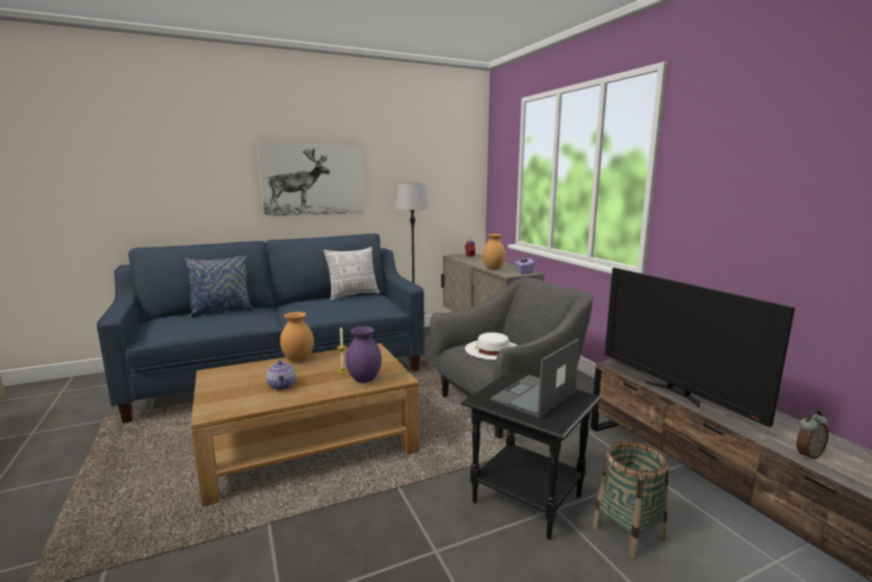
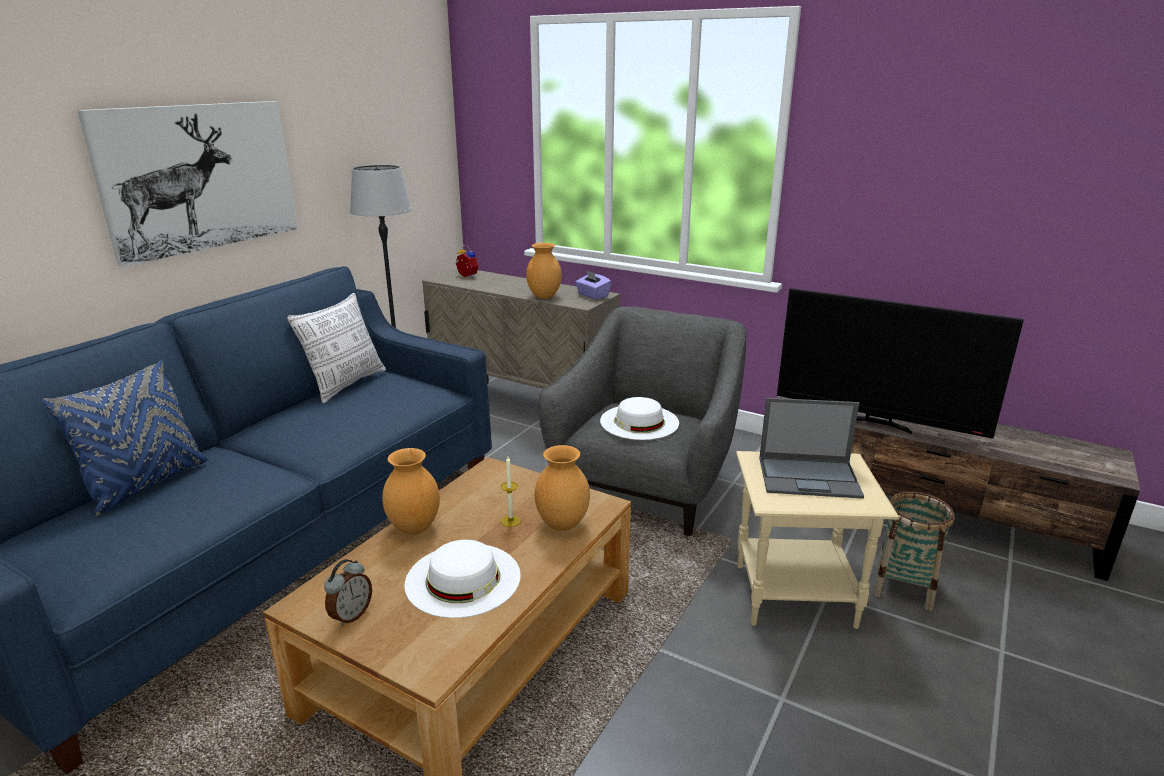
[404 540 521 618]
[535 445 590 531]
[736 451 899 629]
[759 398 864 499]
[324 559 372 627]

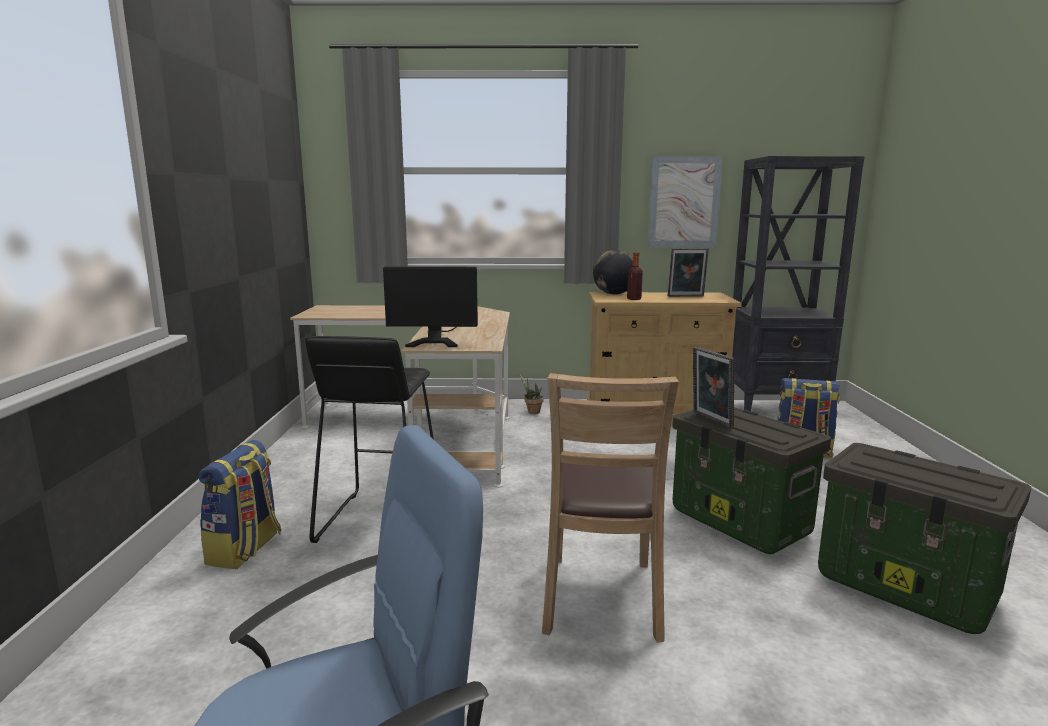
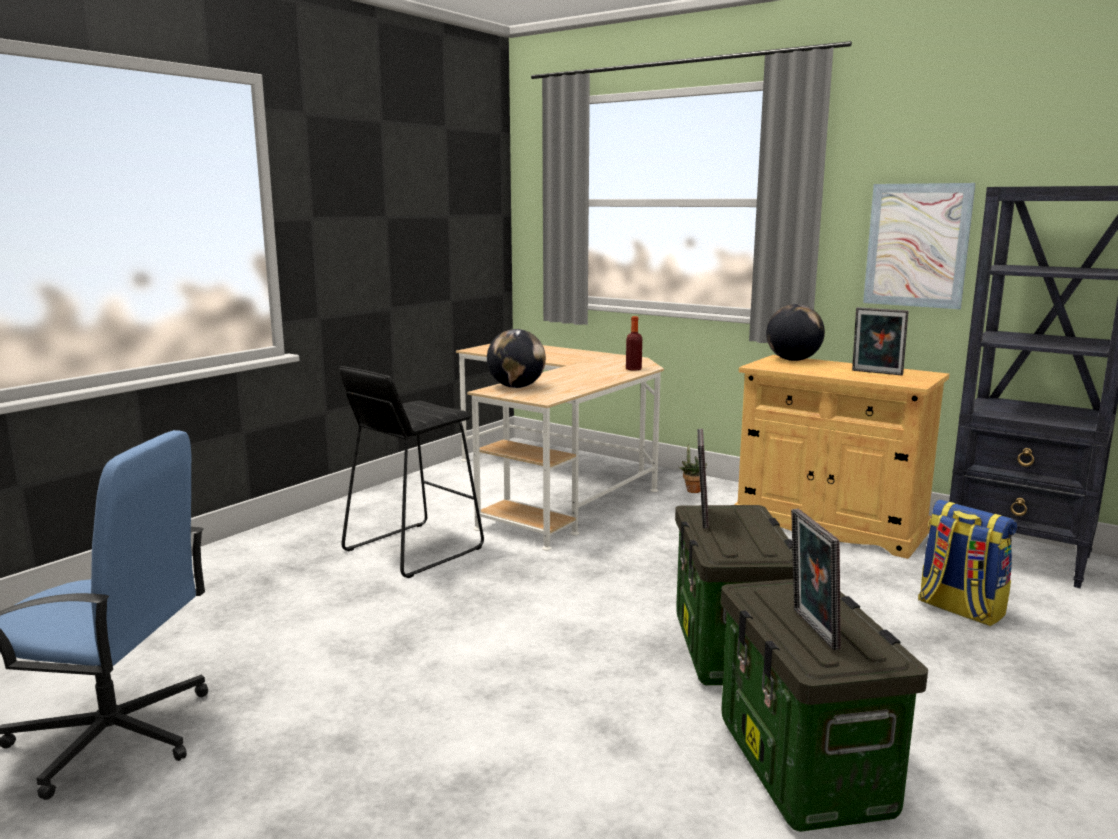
[199 440 281 569] (first image)
[487 329 546 388]
[542 373 679 643] (first image)
[626 316 642 371]
[791 509 841 650]

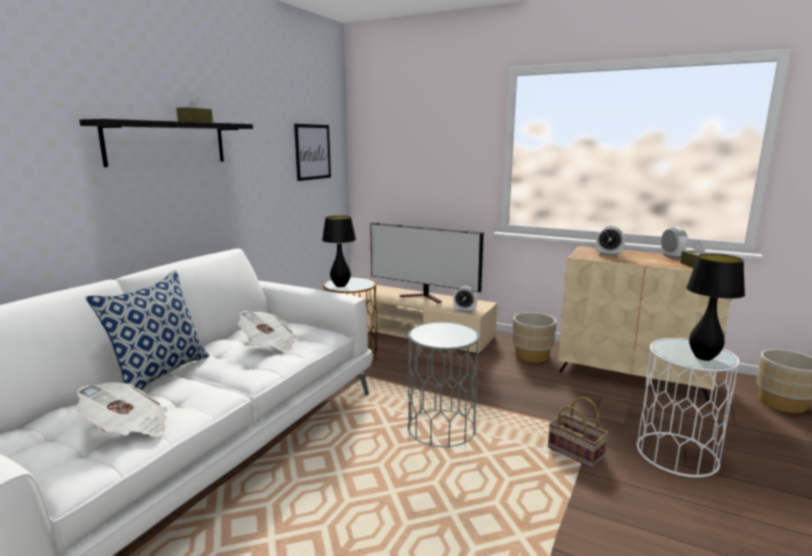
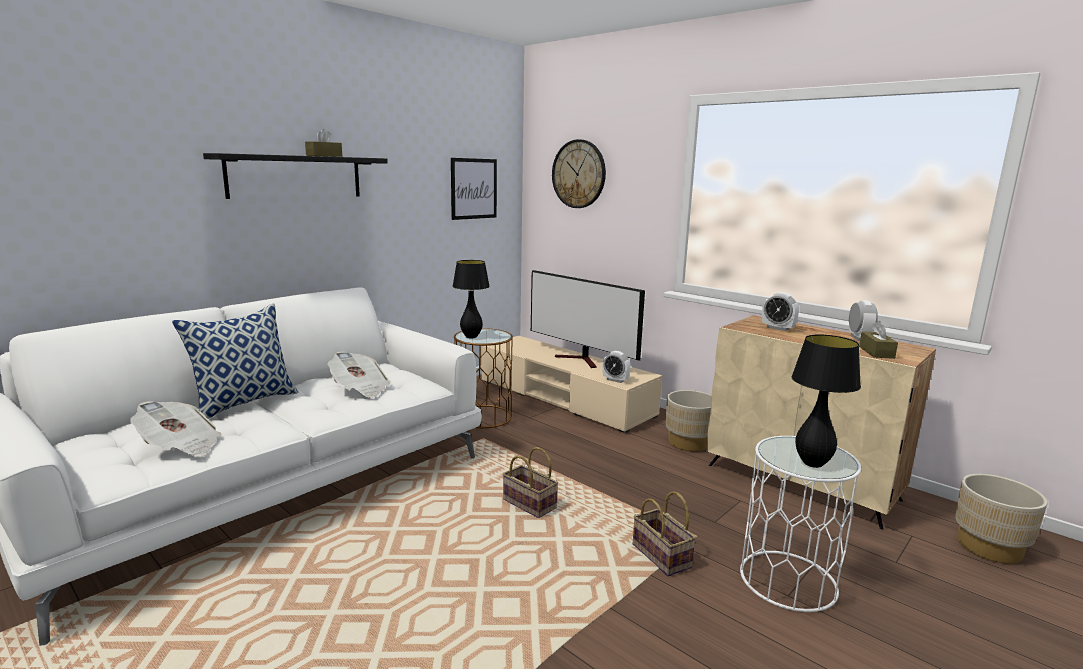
[503 447 558 518]
[552 139 606 208]

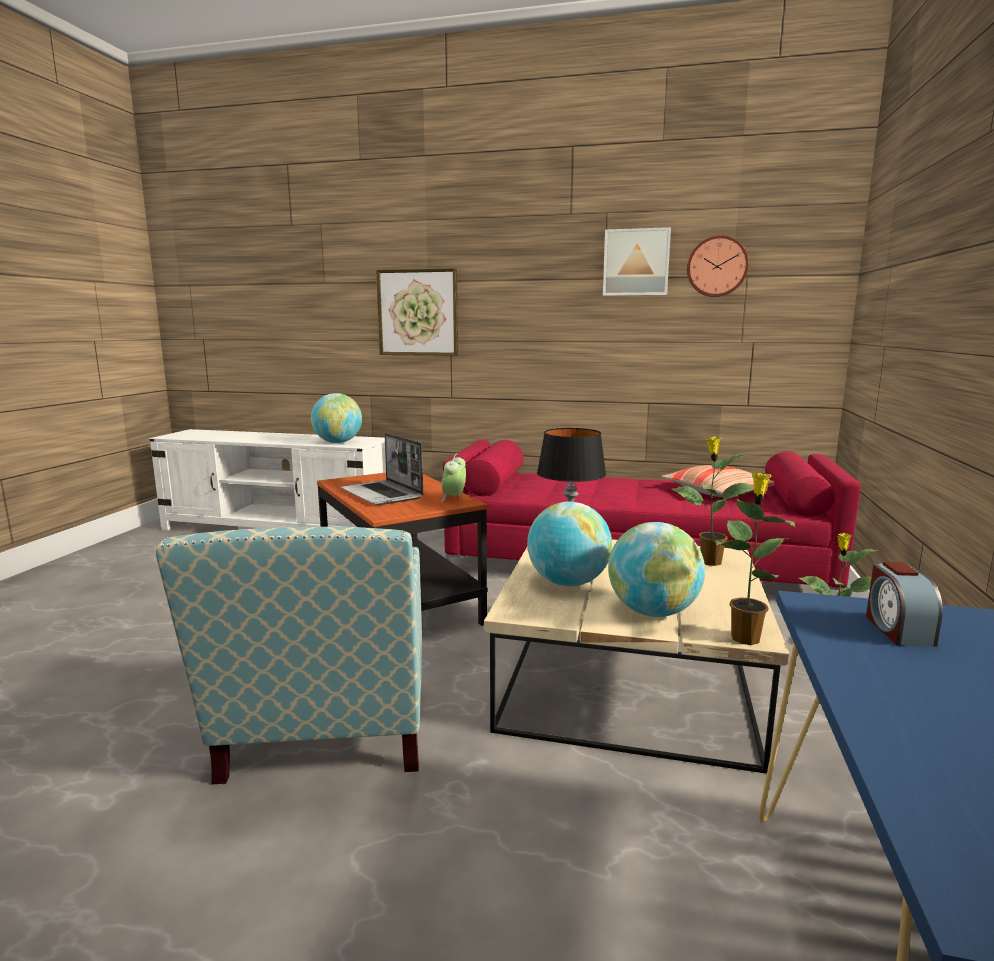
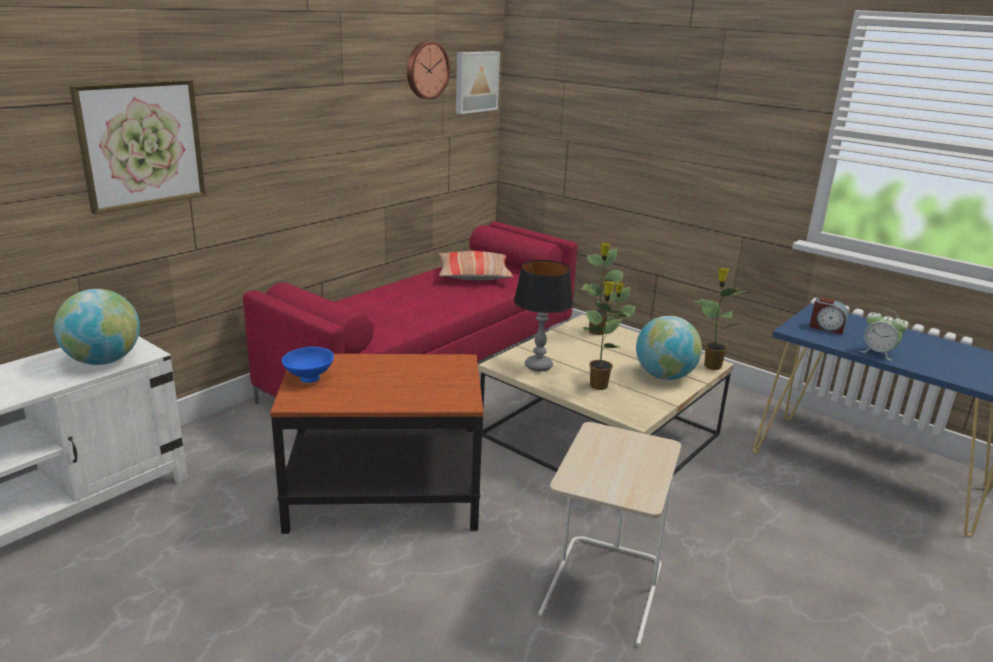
[538 422 681 646]
[341 433 423 505] (first image)
[860 310 907 361]
[583 281 630 390]
[456 51 500 114]
[282 347 334 383]

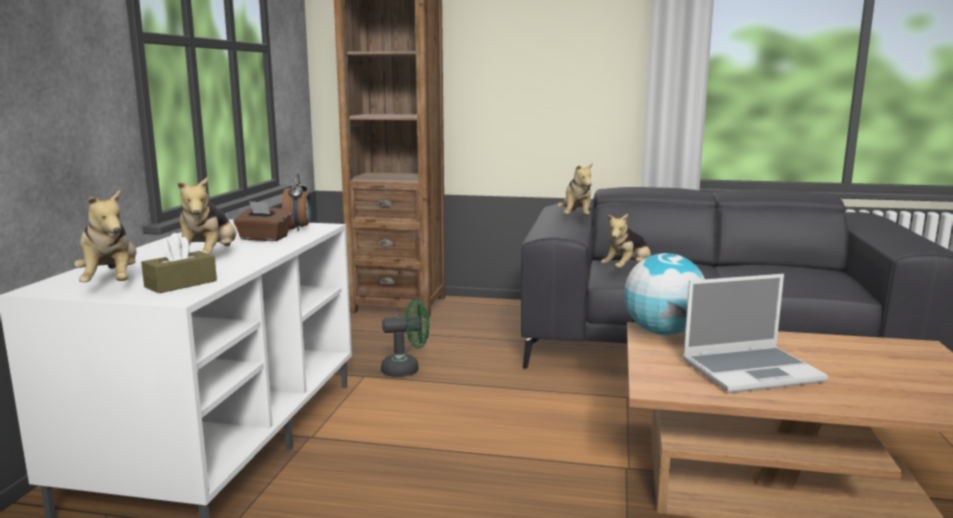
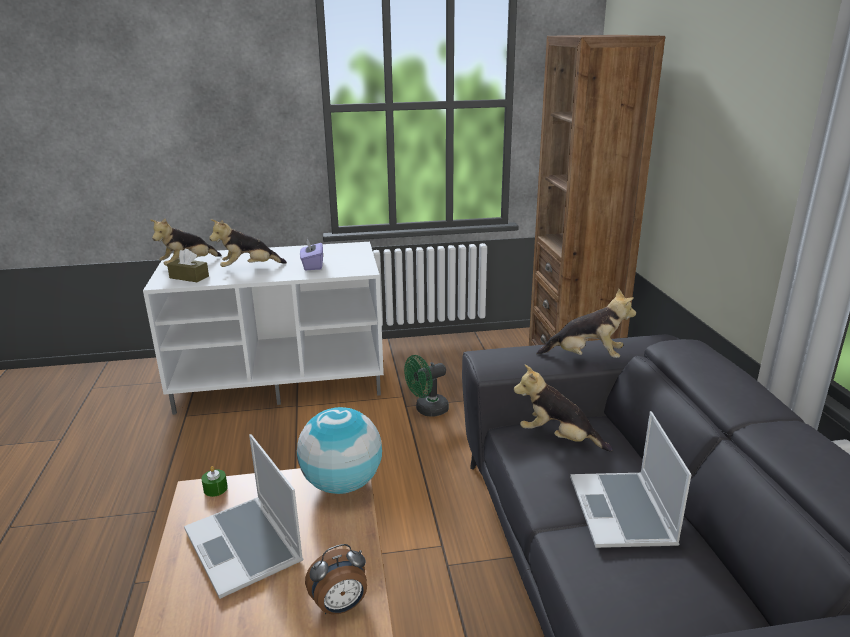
[300 238 323 270]
[305 544 367 614]
[404 355 449 416]
[536 289 636 358]
[201 466 228 497]
[570 411 692 548]

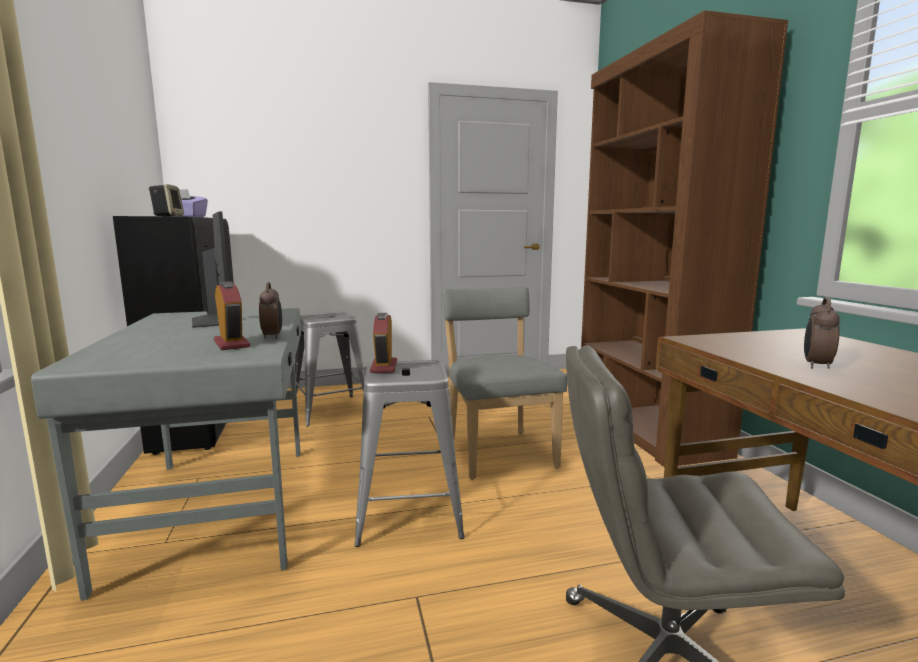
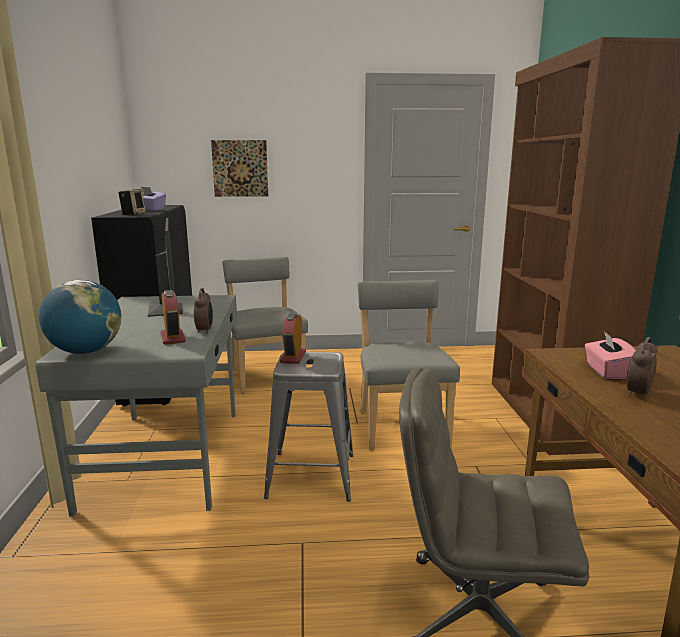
[223 257 308 394]
[39 280 121 354]
[211 140 268 197]
[585 331 636 379]

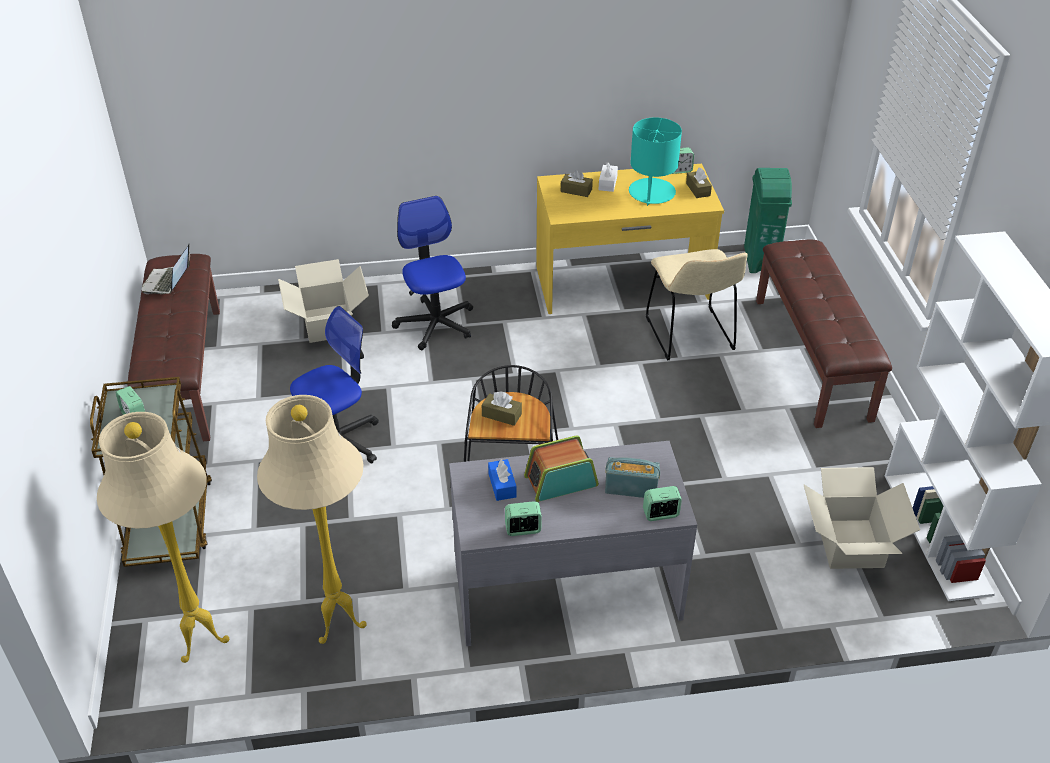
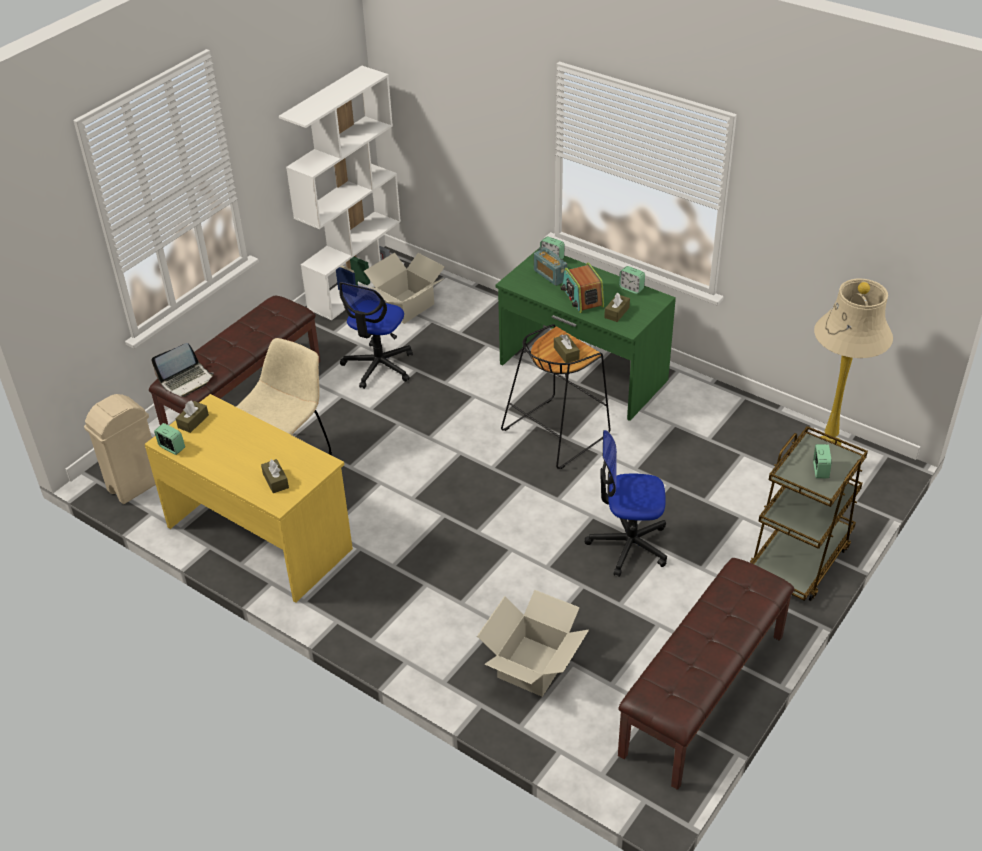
[151 343 214 397]
[257 395 367 644] (first image)
[339 282 413 389]
[496 248 676 421]
[604 293 630 322]
[560 262 604 313]
[599 162 618 192] (first image)
[629 117 682 206] (first image)
[84 394 156 504]

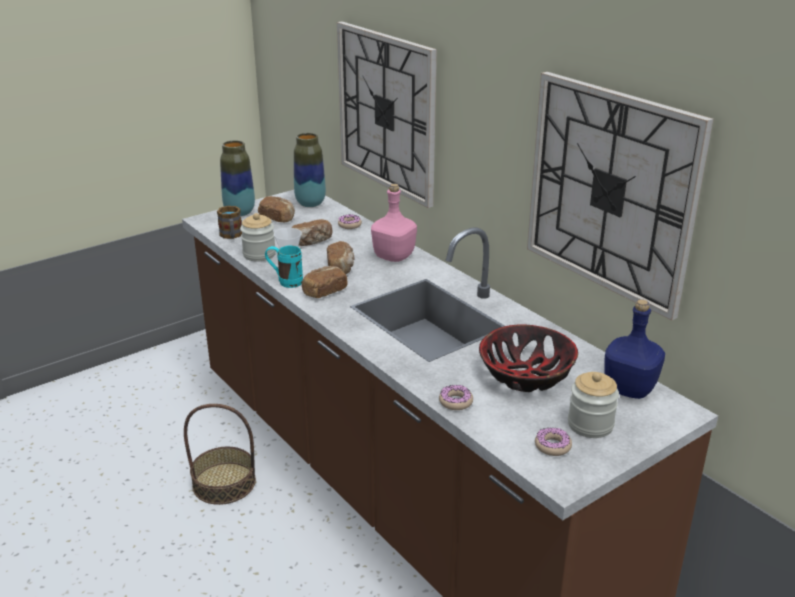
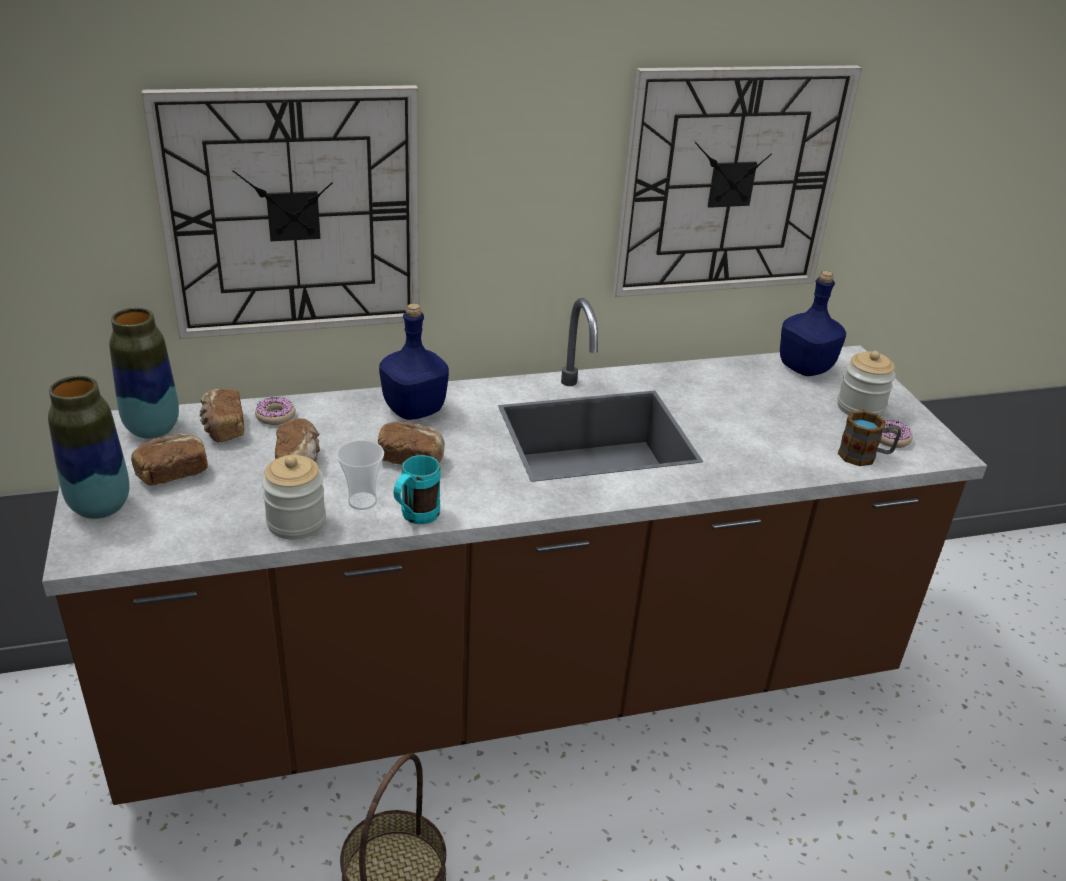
[837 410 901 466]
[200 389 244 443]
[379 303 449 420]
[439 385 473 410] (first image)
[479 324 578 392] (first image)

